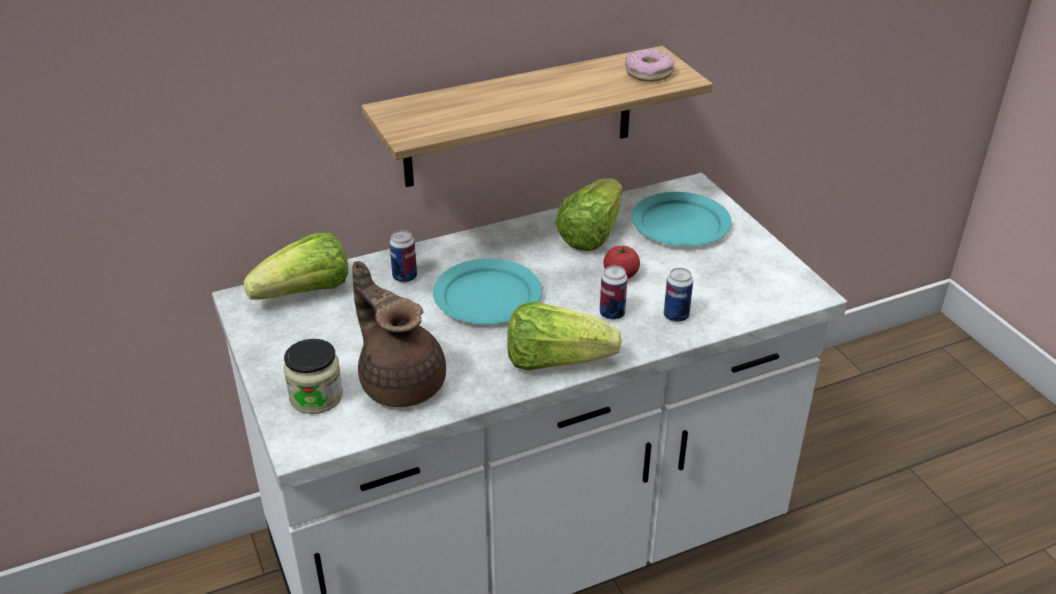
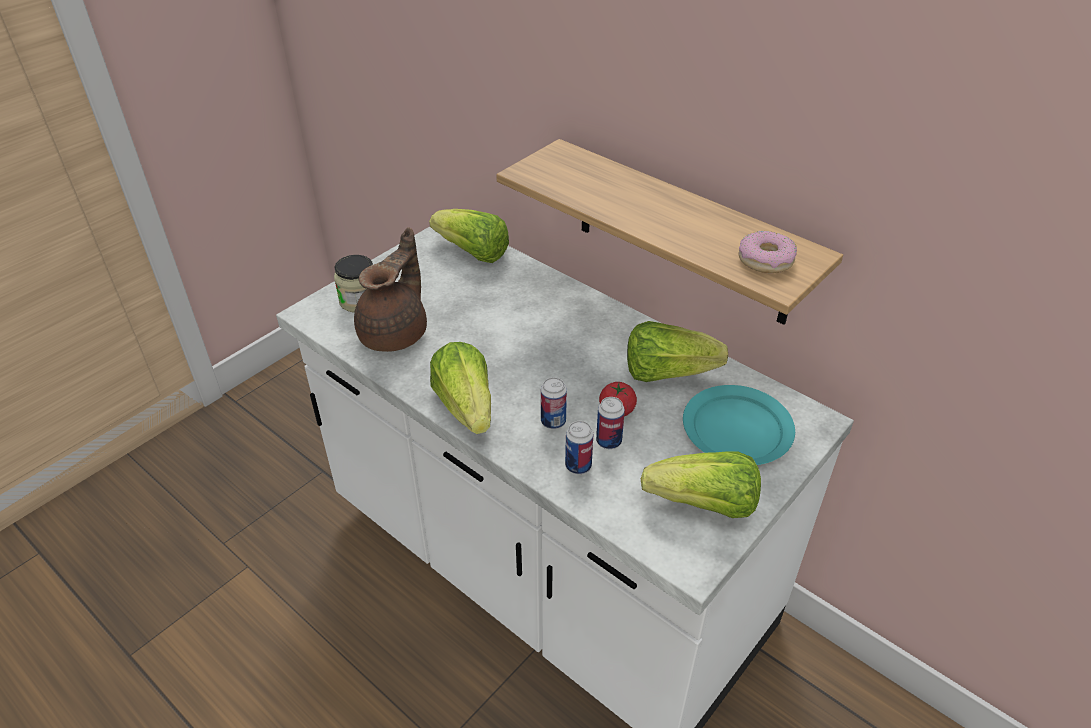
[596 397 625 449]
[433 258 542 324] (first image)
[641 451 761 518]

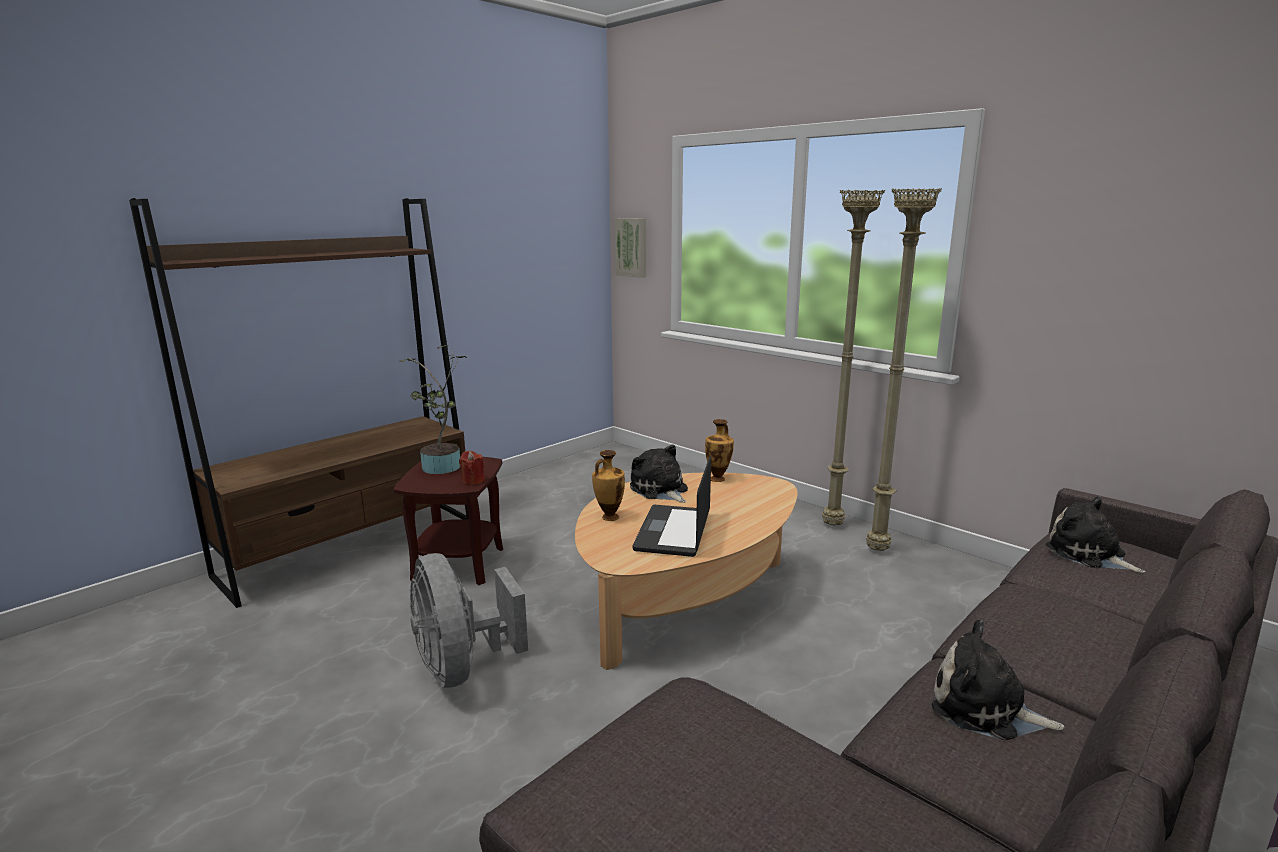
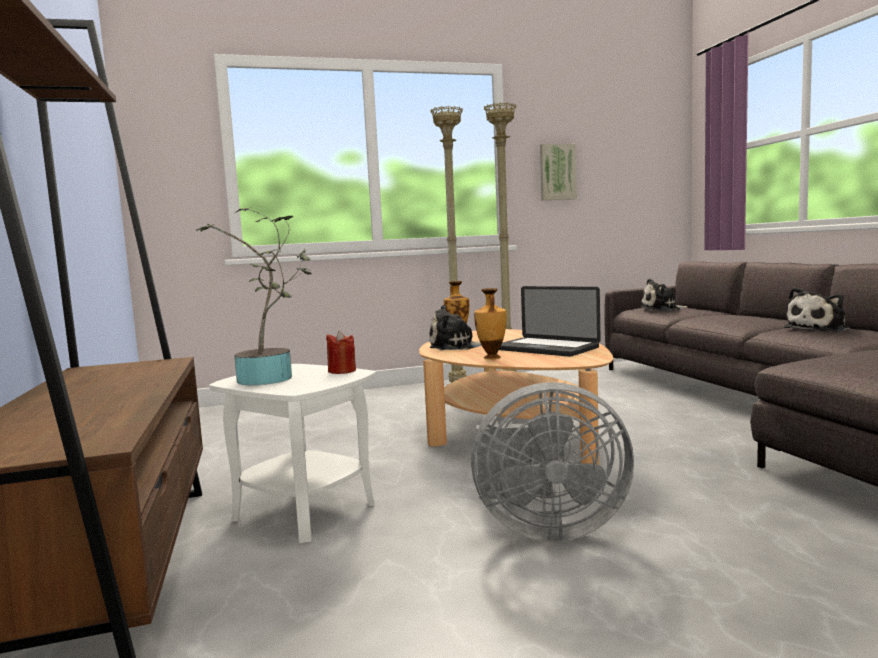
[209 364 376 543]
[540 144 577 200]

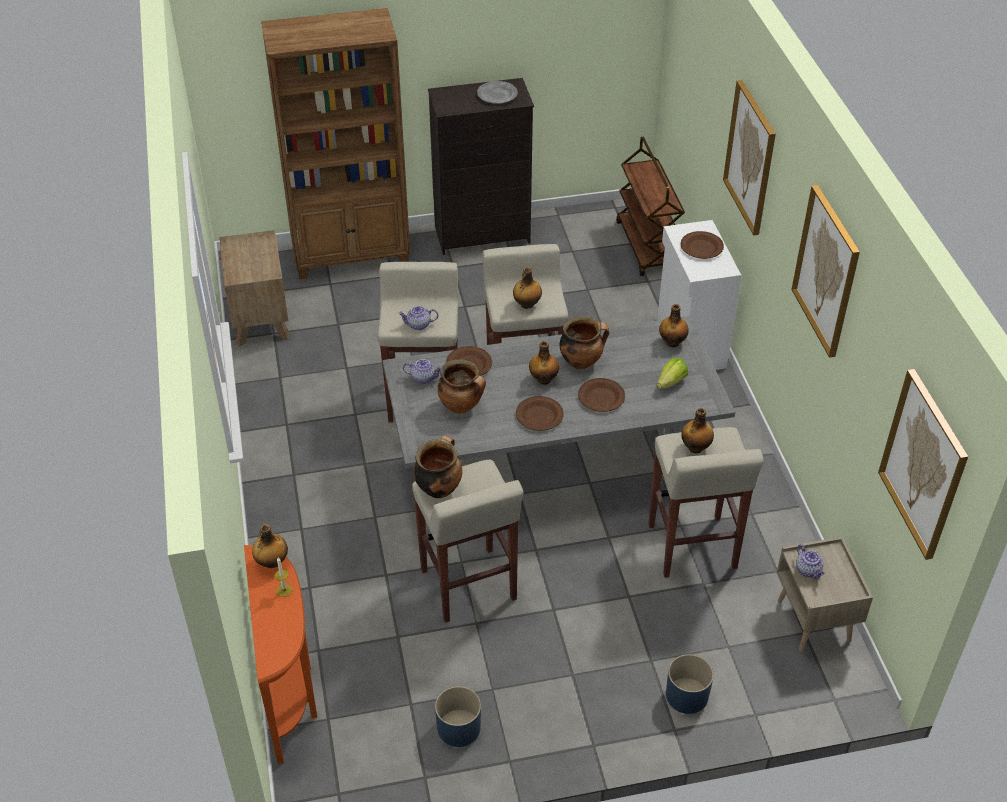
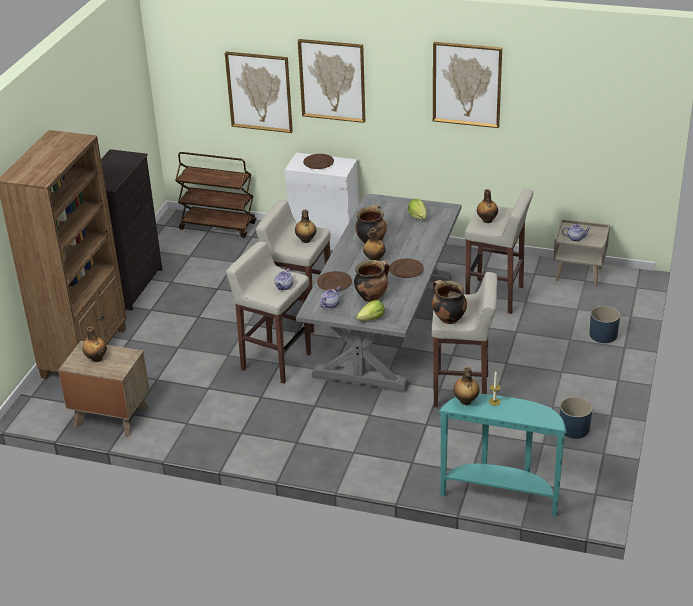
[439 394 566 516]
[477 81 518 104] (first image)
[578 378 625 412] (first image)
[82 326 107 362]
[225 52 293 133]
[356 300 385 321]

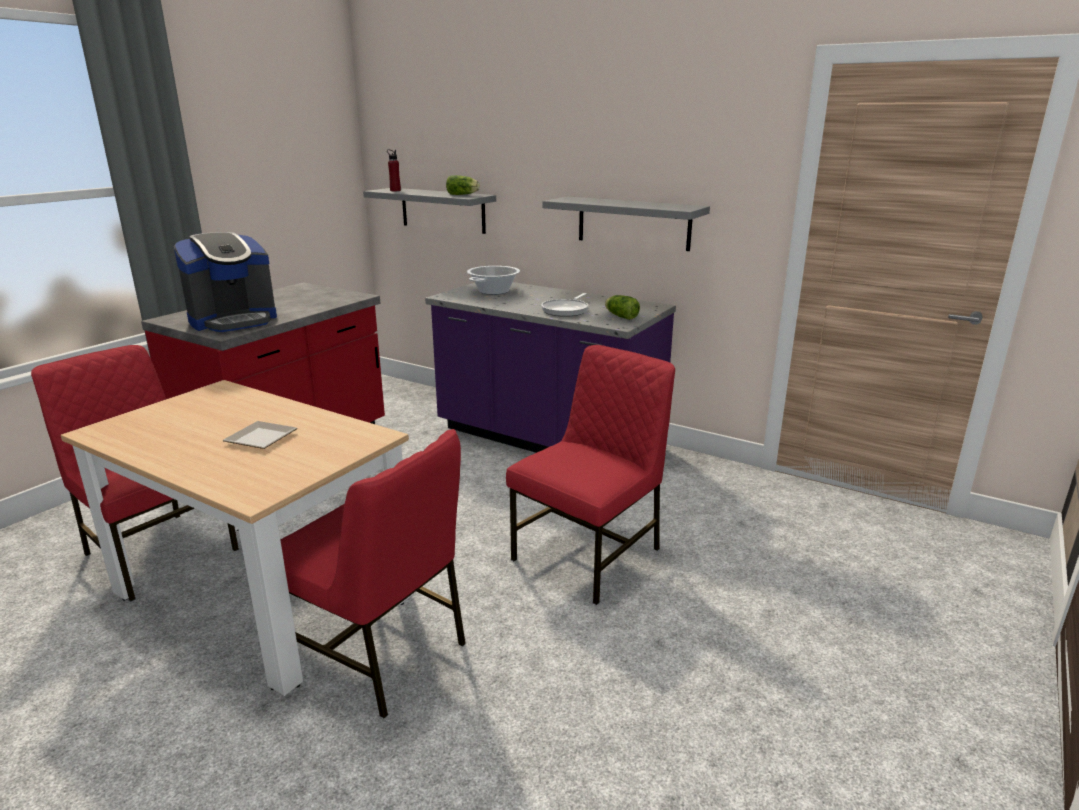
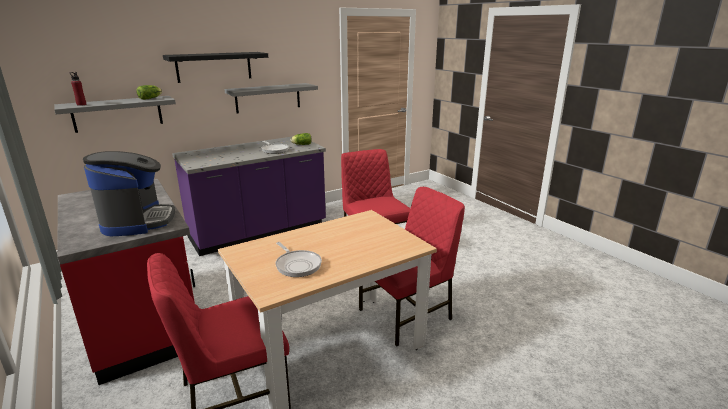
[223 421 297 449] (first image)
[467 266 520 295] (first image)
[163 52 268 83]
[276 242 322 277]

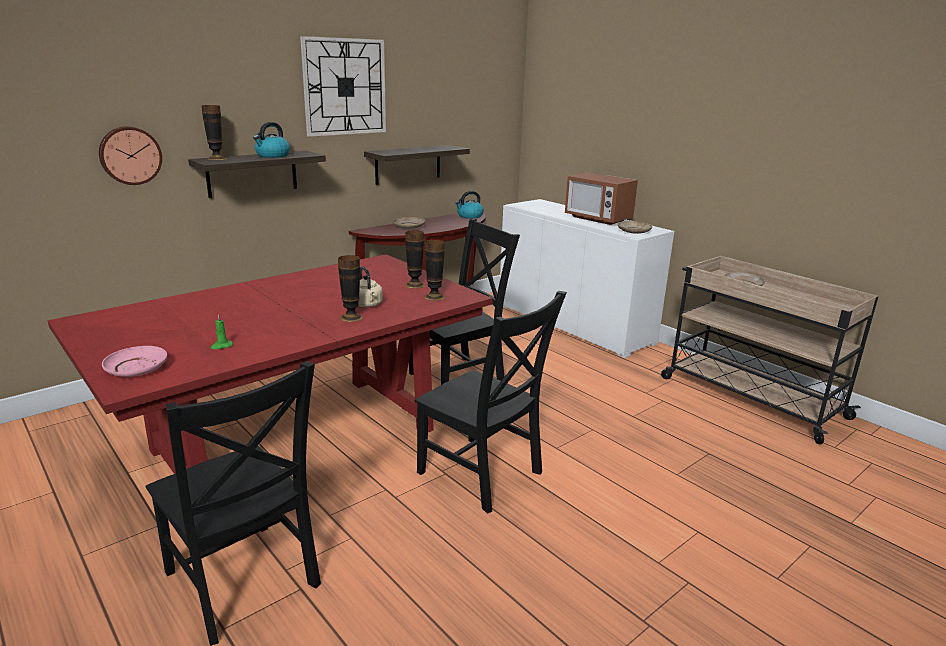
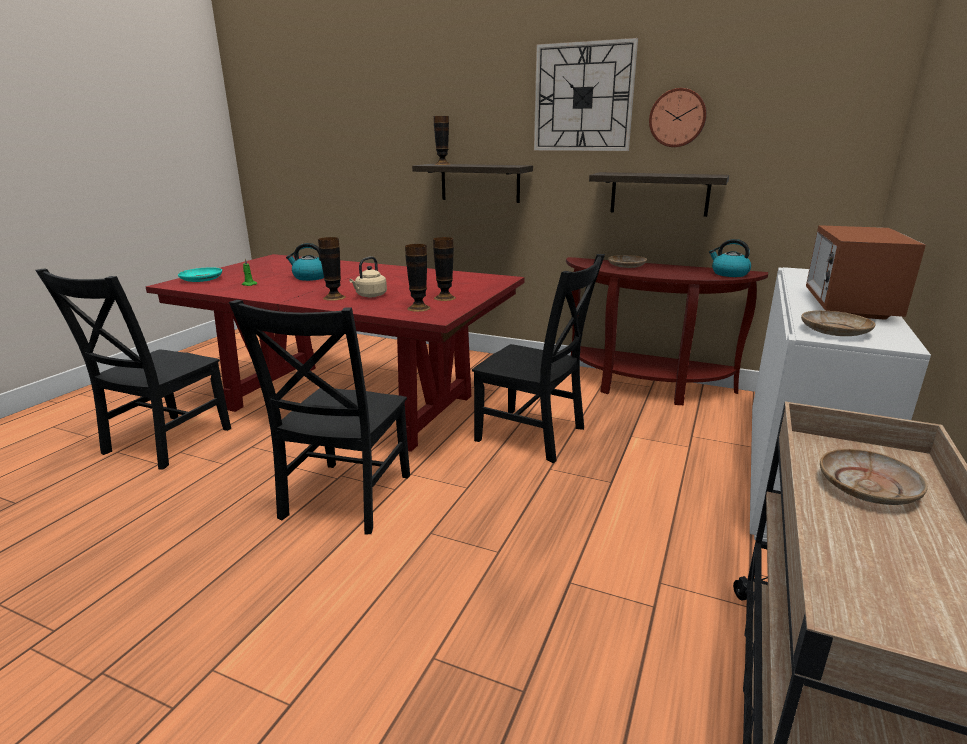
[649 88 707 147]
[178 267 222 282]
[286 243 324 281]

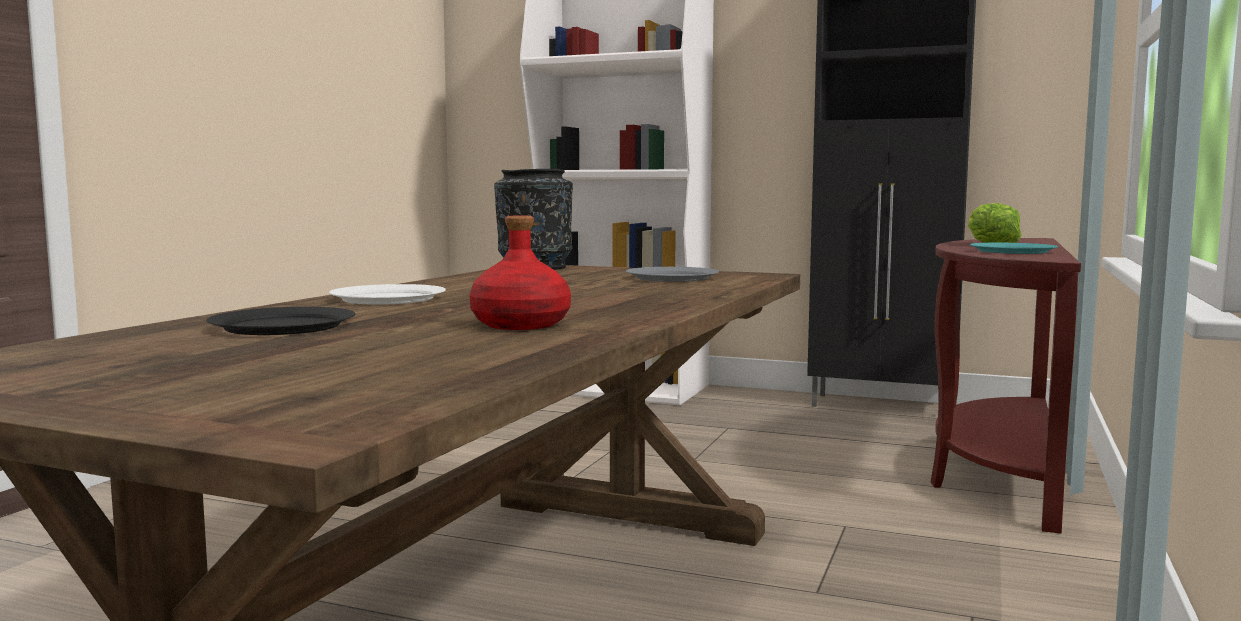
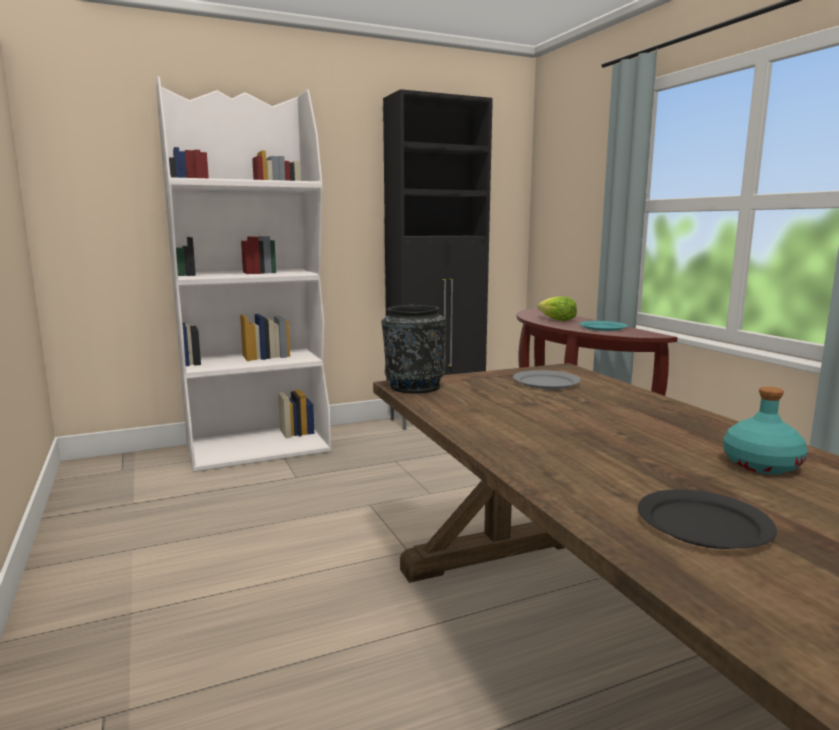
[329 284 446 305] (first image)
[723 386 808 474]

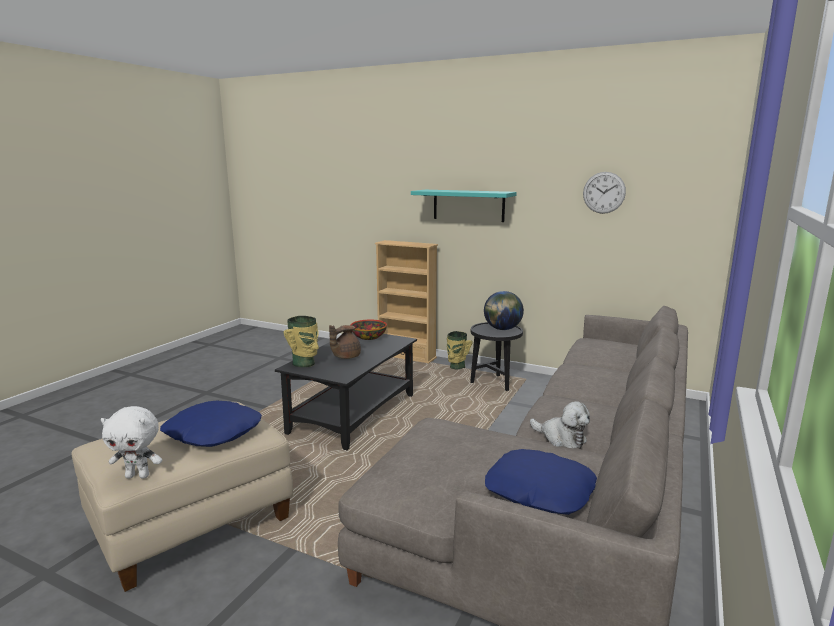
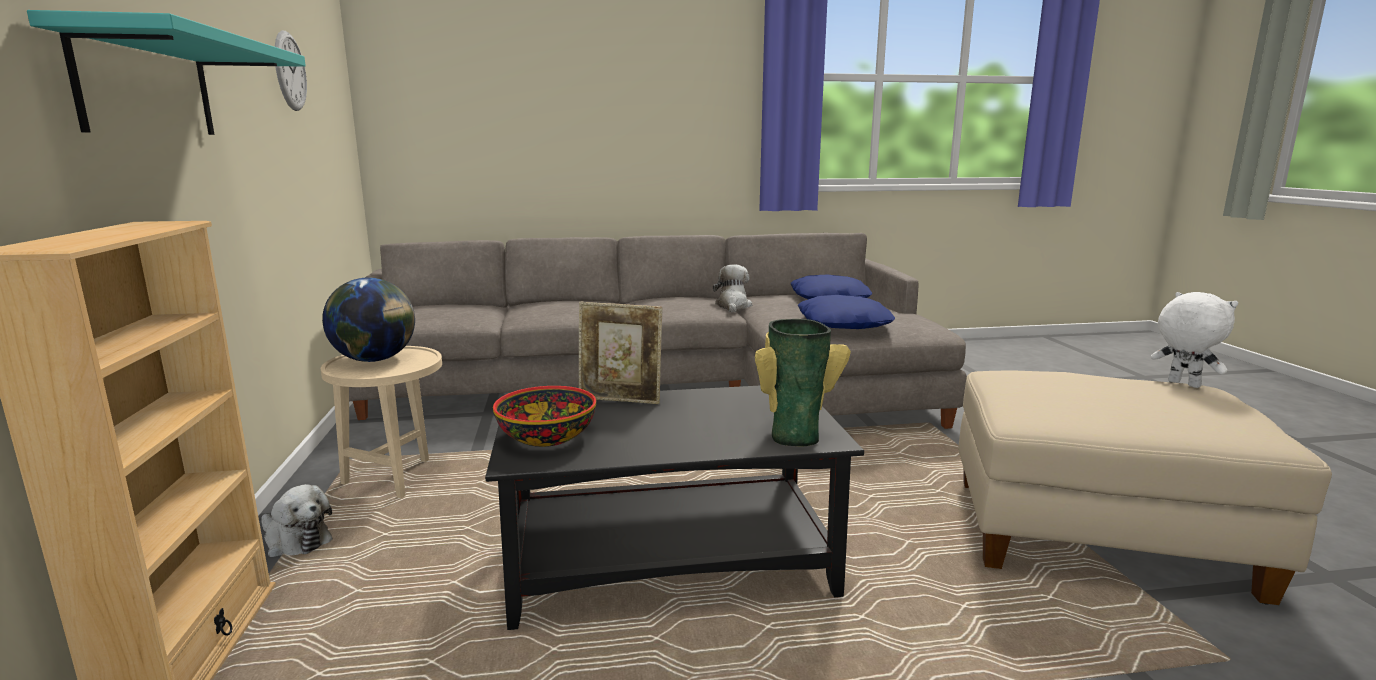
[798 295 895 329]
[329 325 361 359] (first image)
[261 484 333 557]
[321 346 442 498]
[579 302 662 404]

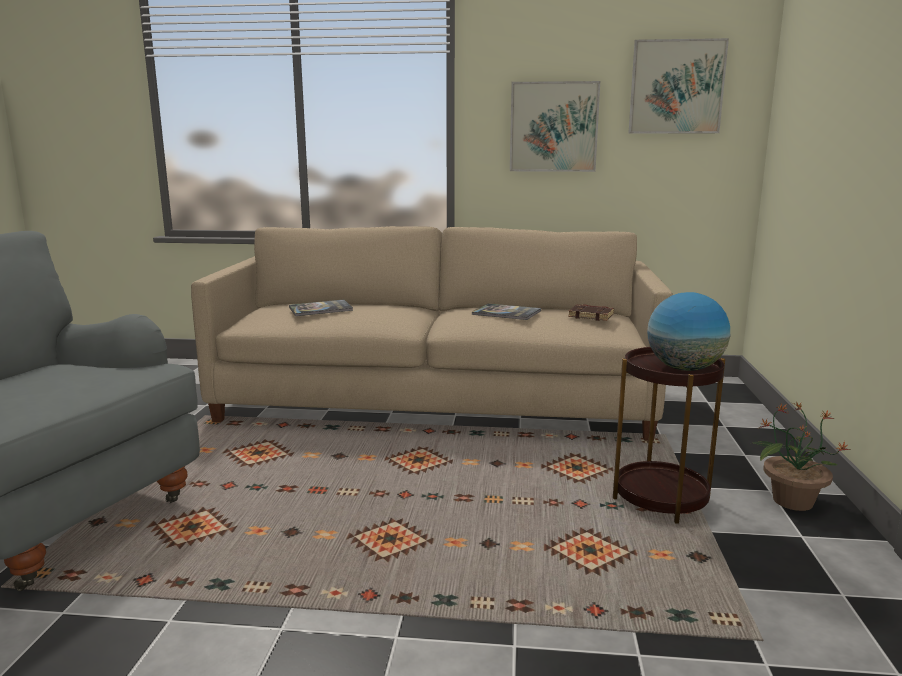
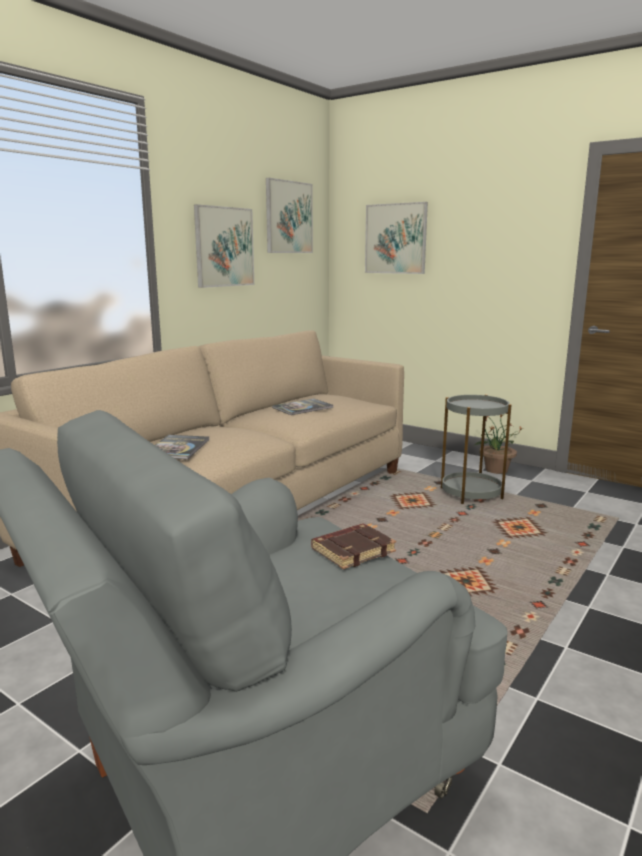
[311 524 396 569]
[441 394 512 504]
[647 292 730 371] (first image)
[365 202 428 274]

